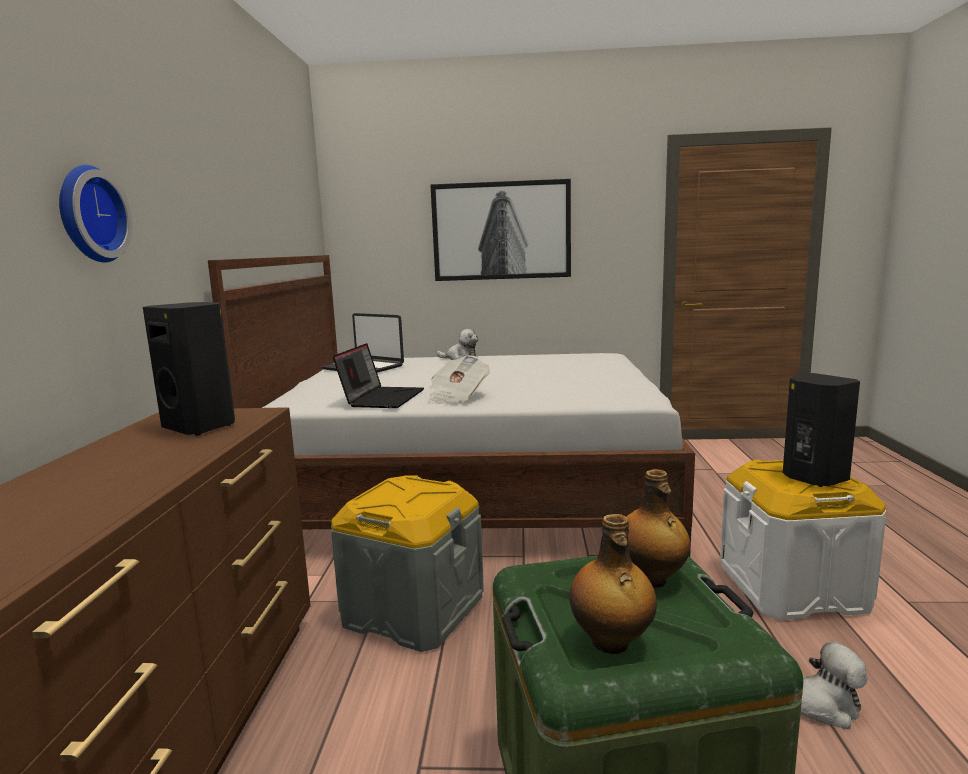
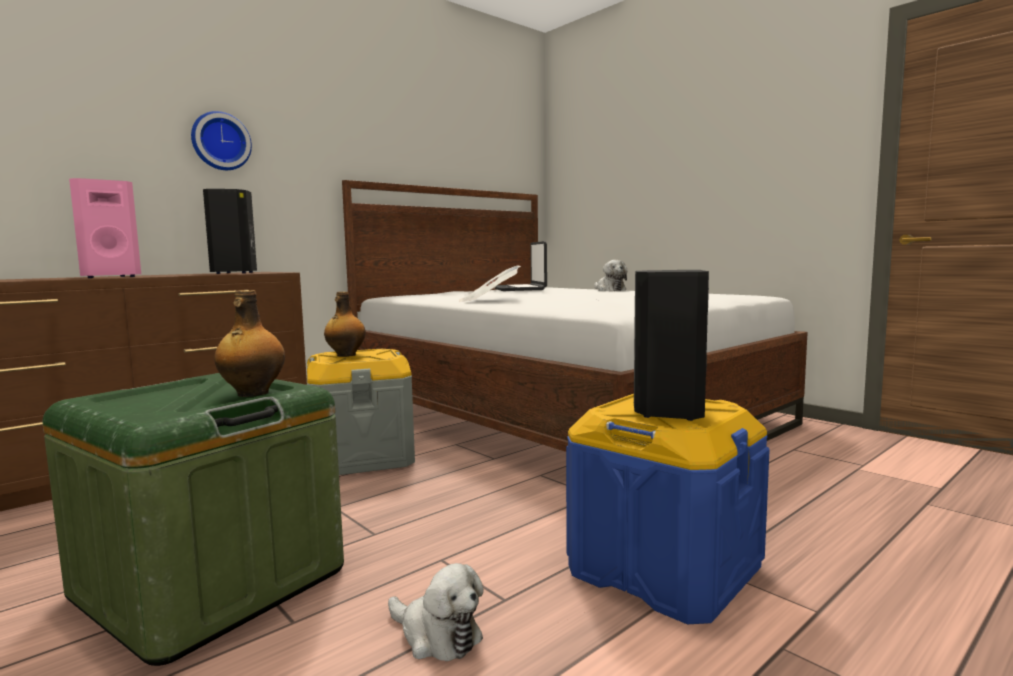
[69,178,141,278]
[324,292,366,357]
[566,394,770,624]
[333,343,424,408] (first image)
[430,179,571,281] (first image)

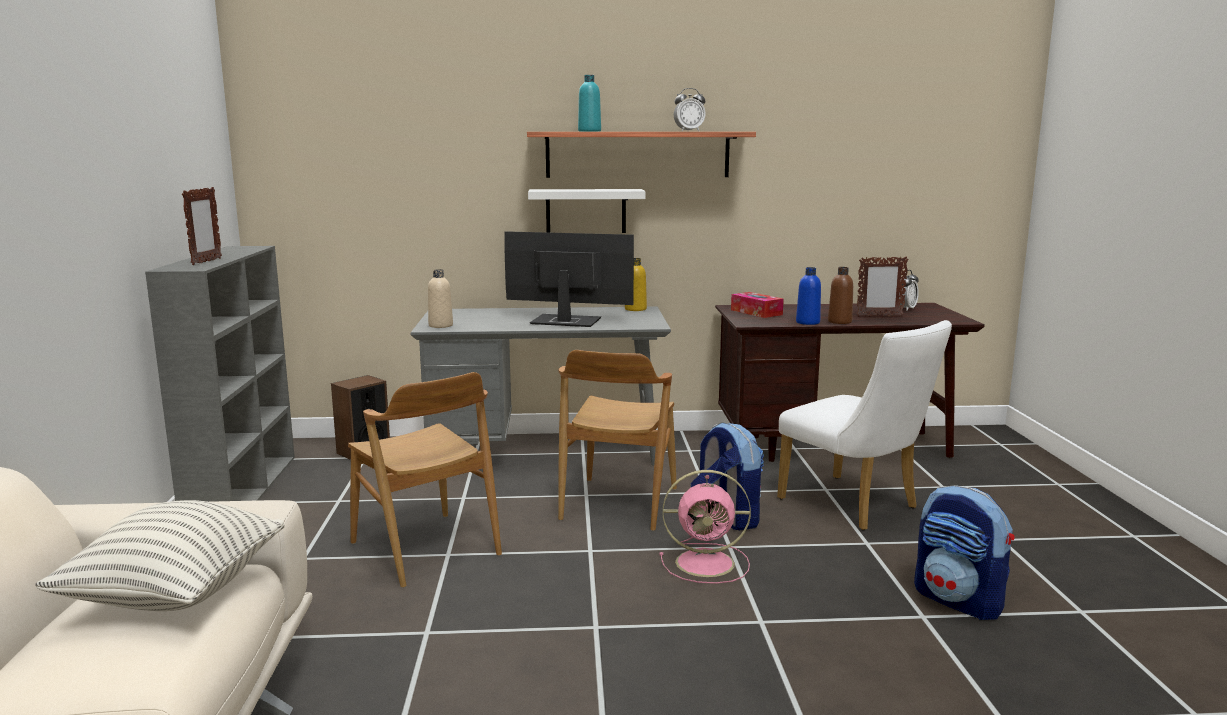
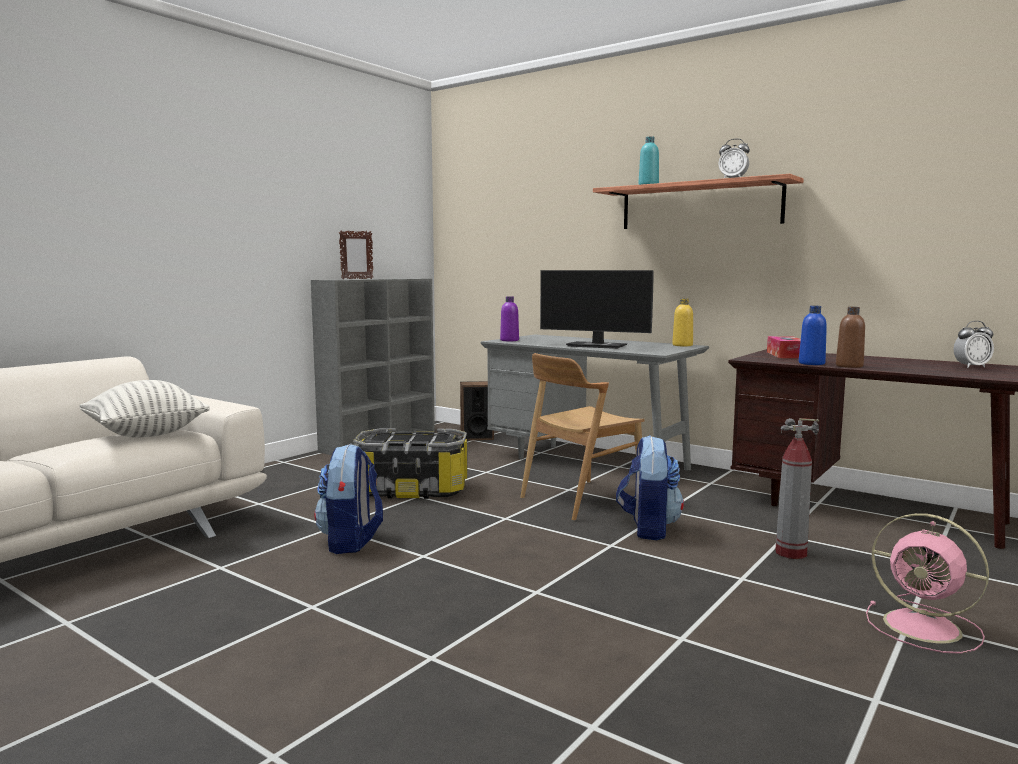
[314,444,383,554]
[353,428,467,499]
[500,296,519,341]
[540,270,654,349]
[775,418,819,559]
[866,513,989,654]
[528,189,646,233] (first image)
[857,257,909,316] (first image)

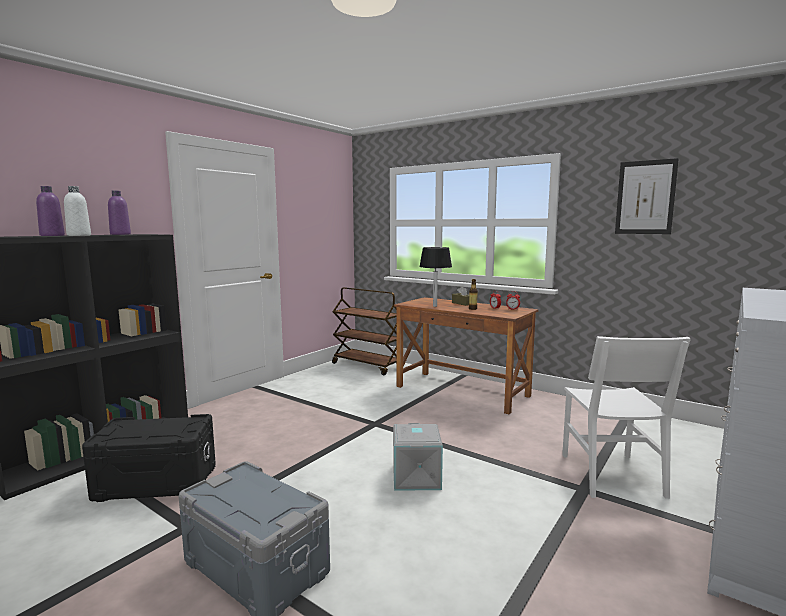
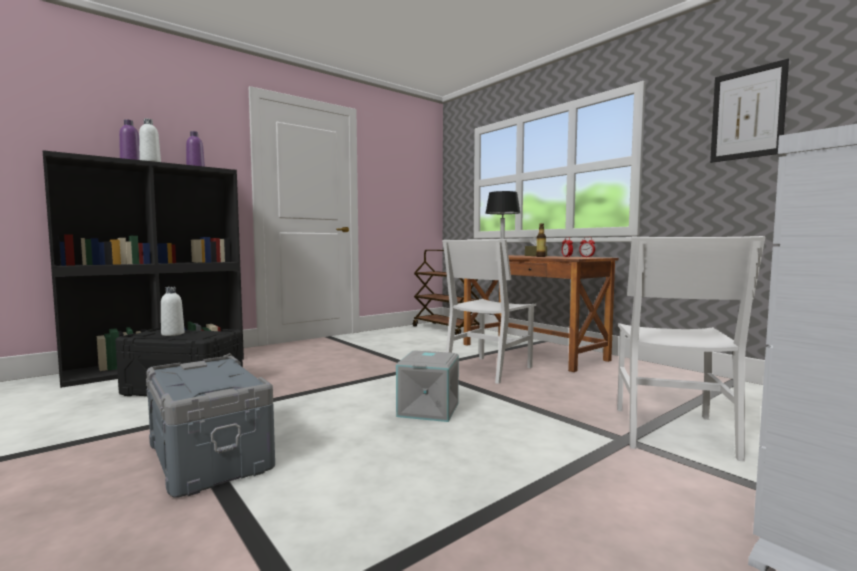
[161,287,185,336]
[442,239,536,384]

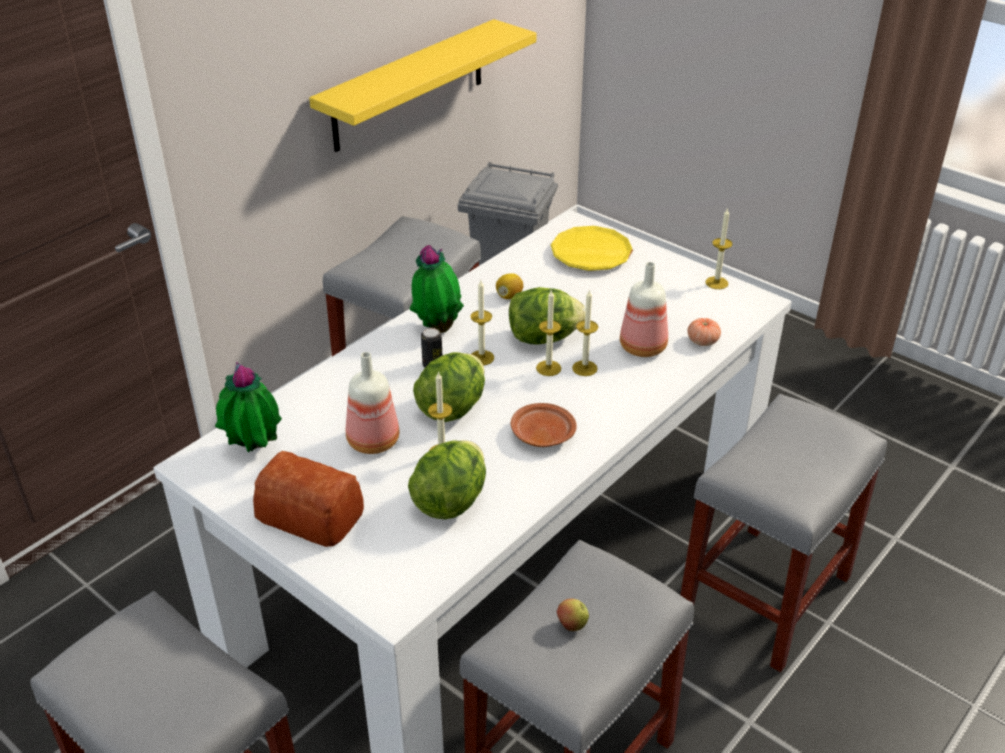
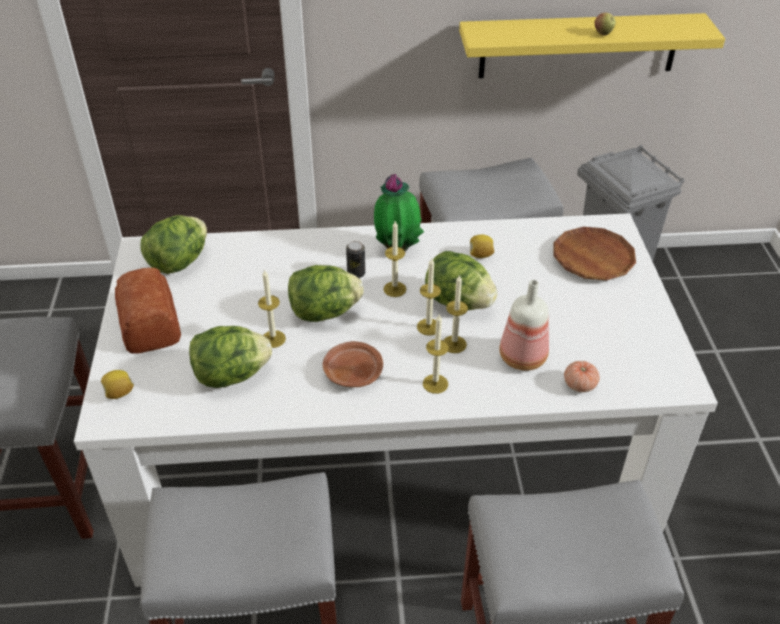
[101,370,134,399]
[140,215,207,274]
[423,315,449,394]
[554,227,636,281]
[595,13,616,35]
[346,352,400,454] (first image)

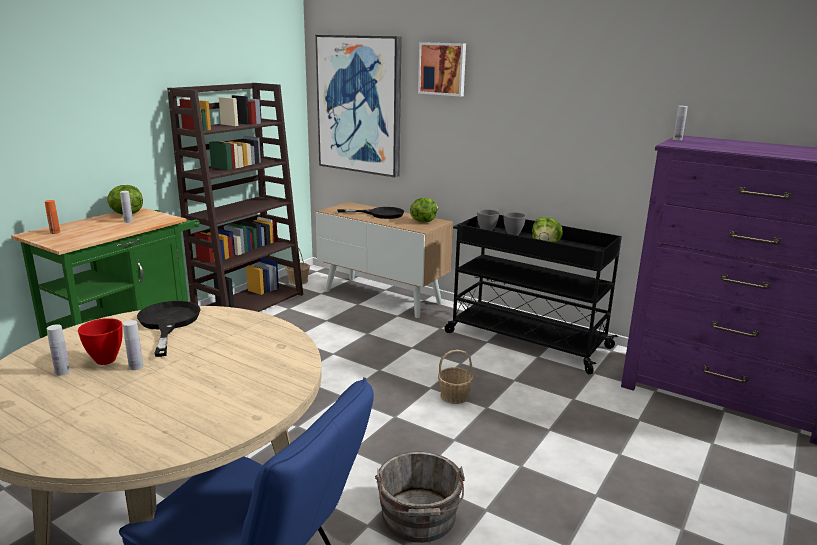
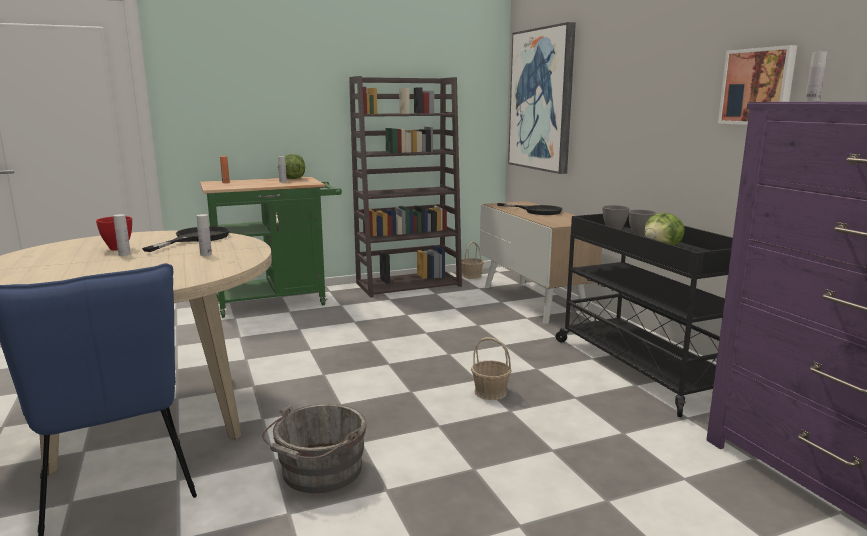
[197,214,212,256]
[718,45,797,125]
[410,198,438,223] (first image)

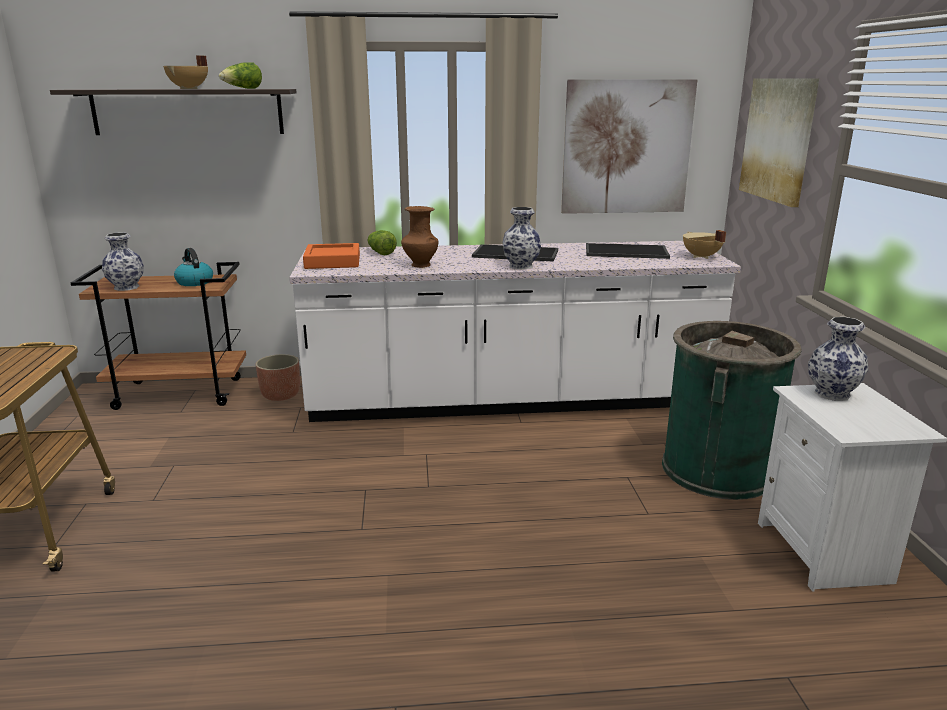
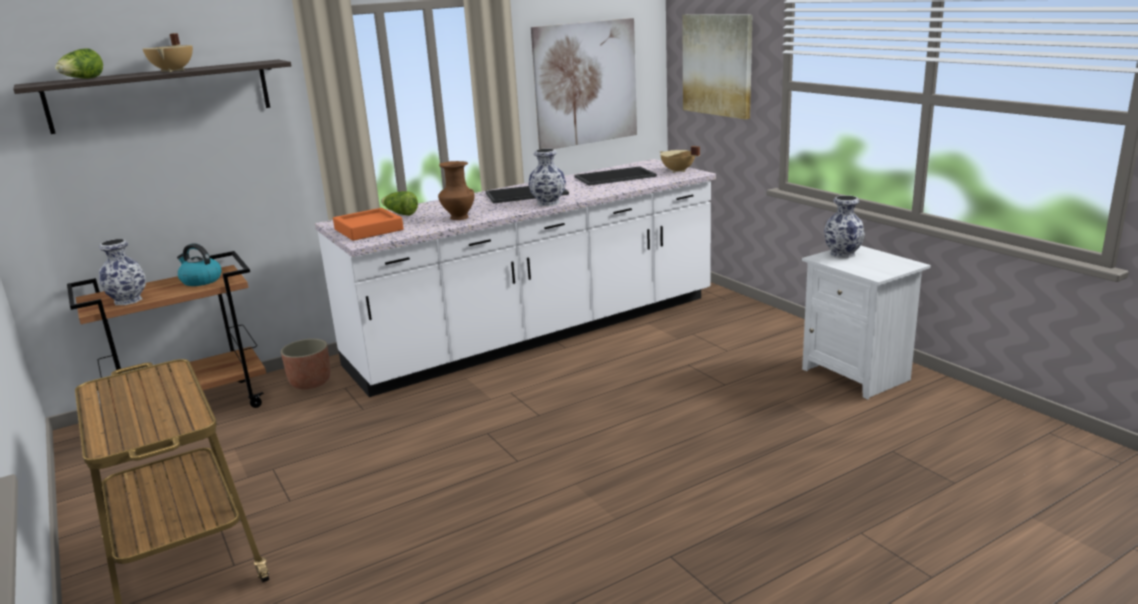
[55,49,103,79]
[662,321,802,500] (first image)

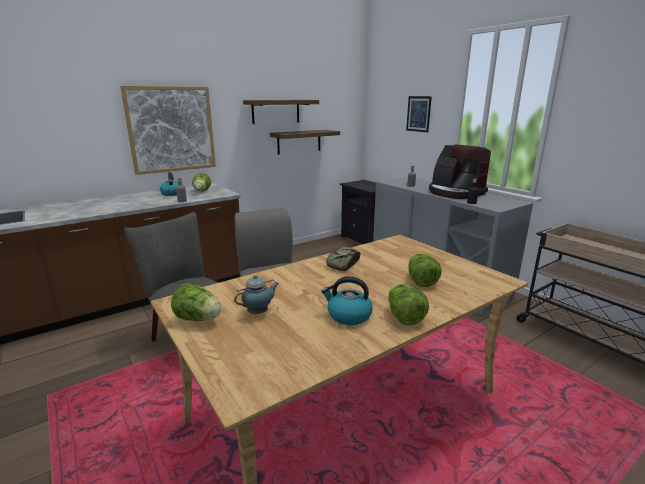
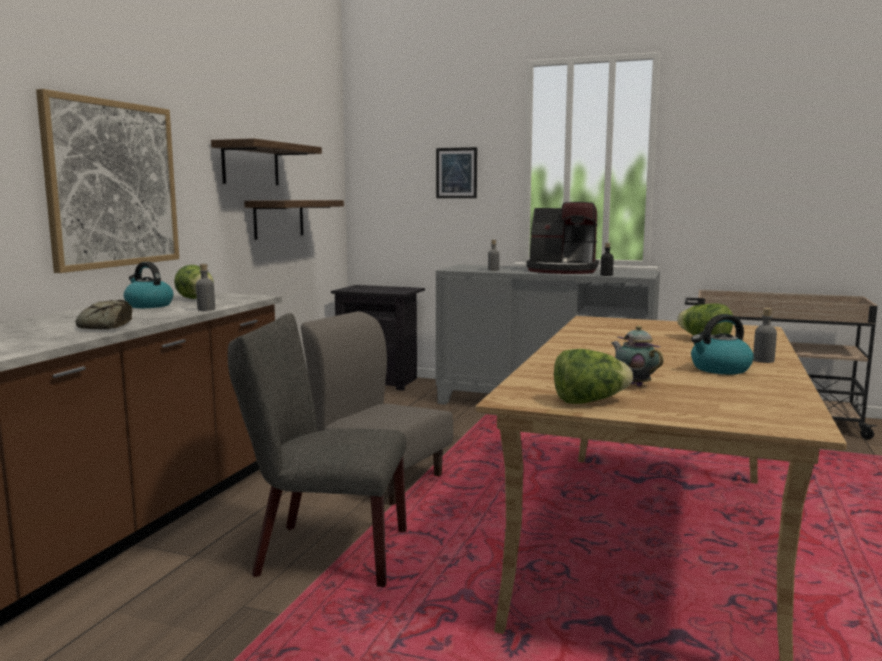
[76,300,132,329]
[611,326,663,387]
[753,308,777,363]

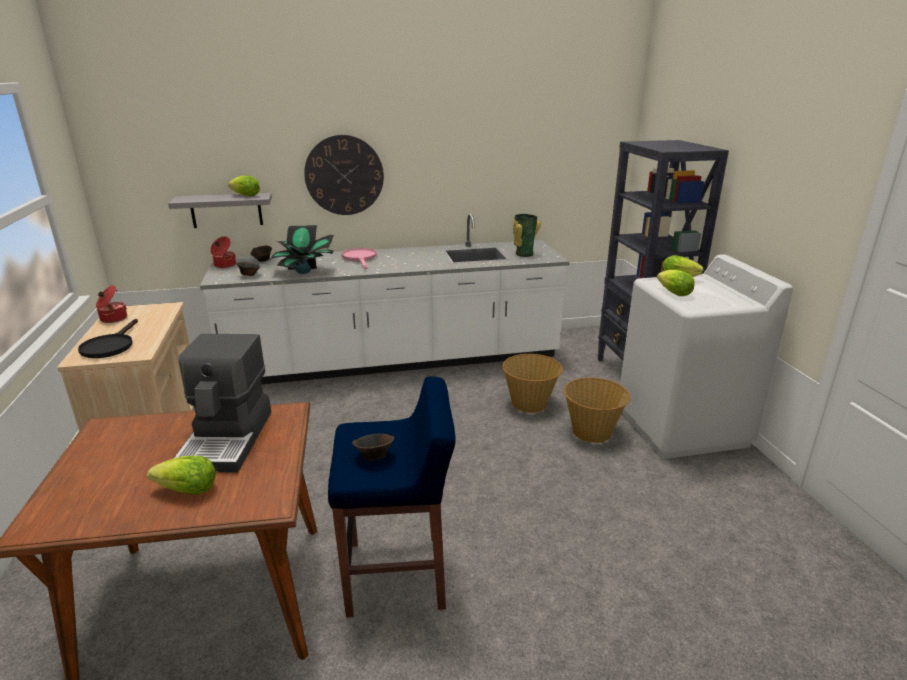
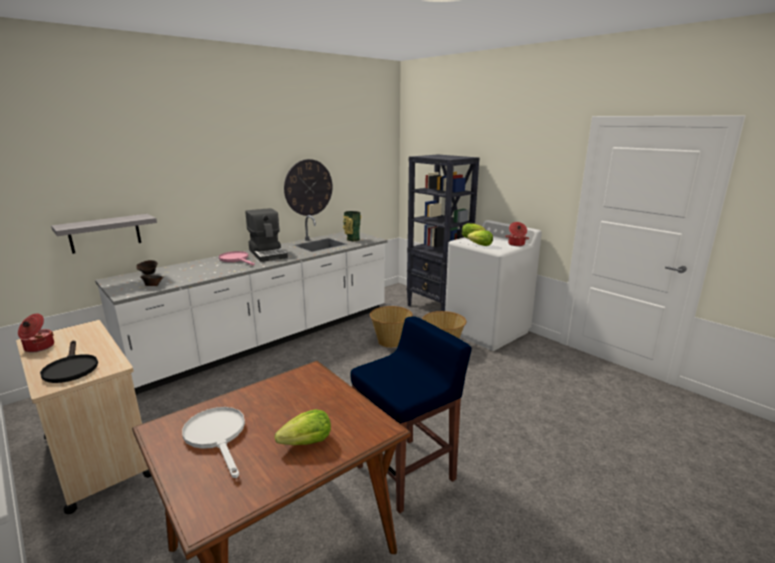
[182,407,245,478]
[245,208,288,262]
[284,159,333,216]
[505,222,529,246]
[228,175,260,196] (first image)
[270,225,334,274] (first image)
[352,434,394,461] (first image)

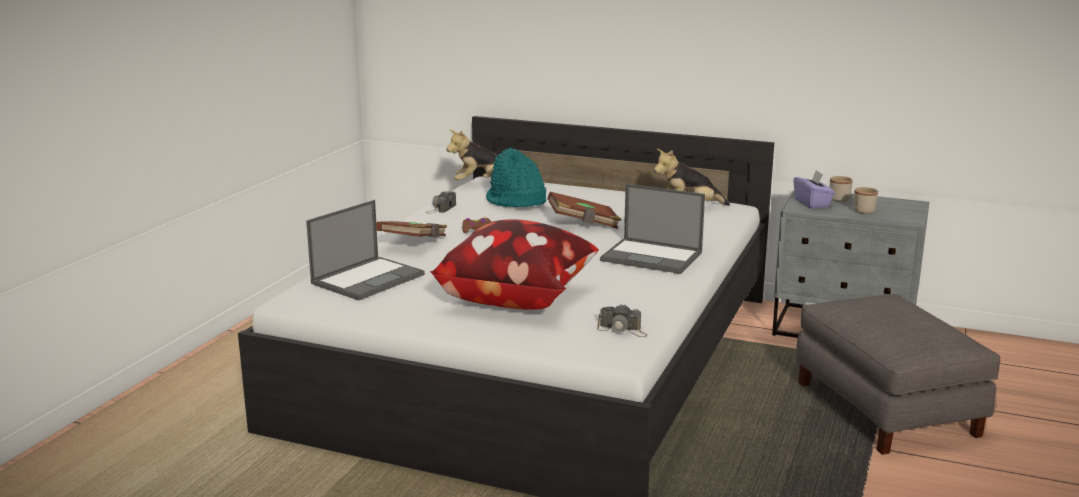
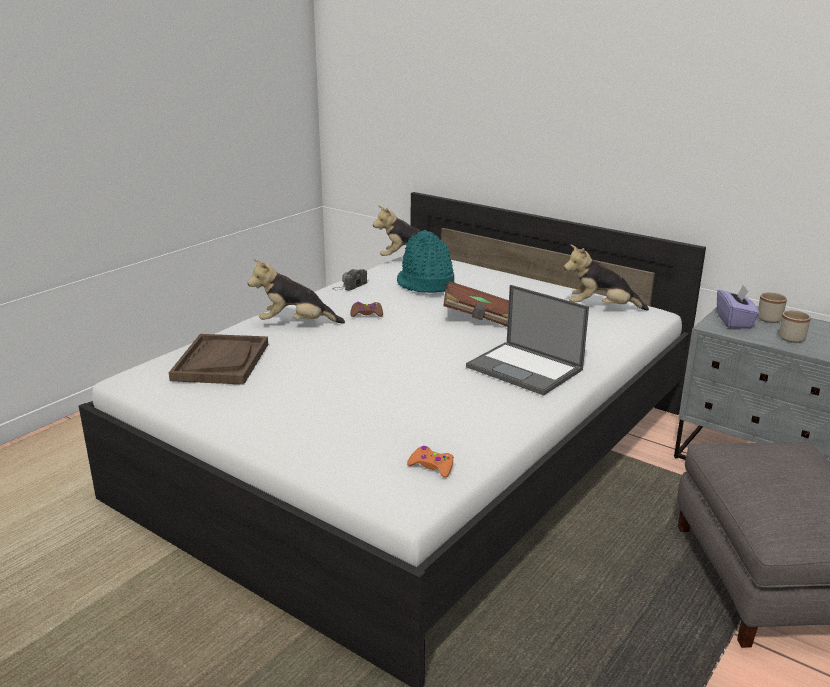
[169,334,268,385]
[248,259,345,324]
[407,446,454,478]
[430,220,599,310] (first image)

